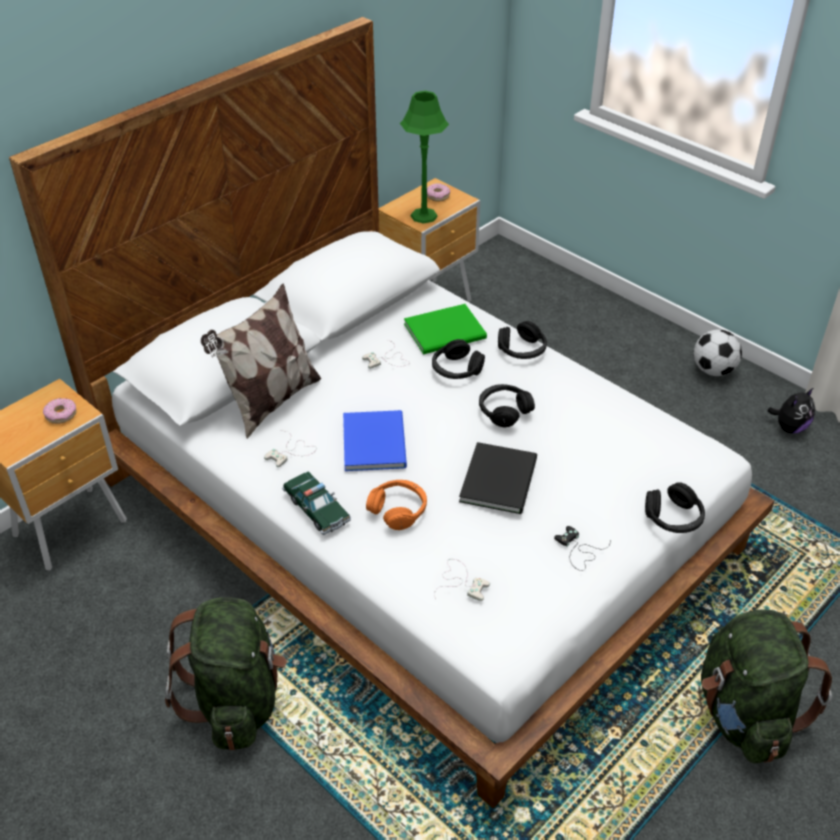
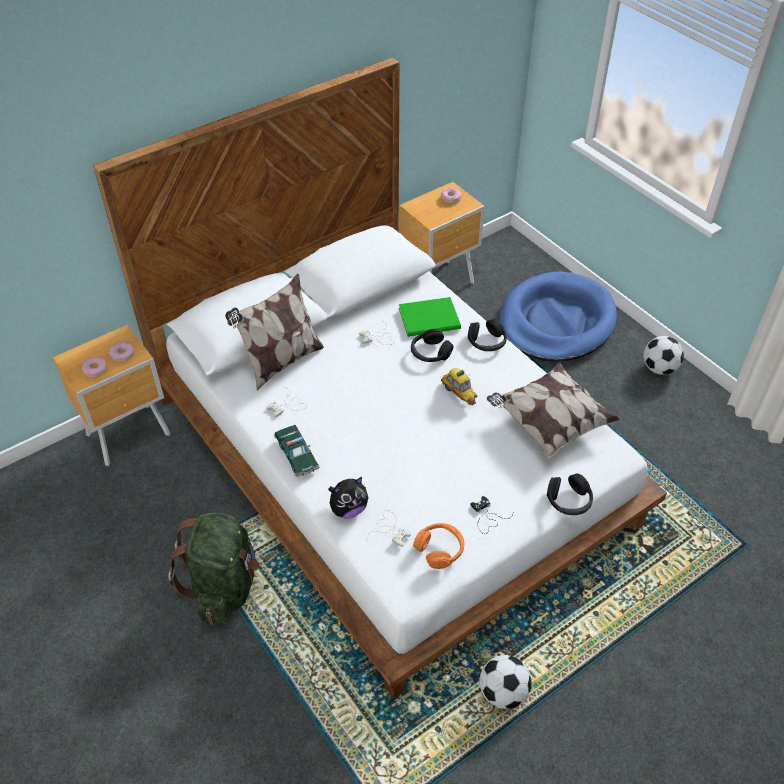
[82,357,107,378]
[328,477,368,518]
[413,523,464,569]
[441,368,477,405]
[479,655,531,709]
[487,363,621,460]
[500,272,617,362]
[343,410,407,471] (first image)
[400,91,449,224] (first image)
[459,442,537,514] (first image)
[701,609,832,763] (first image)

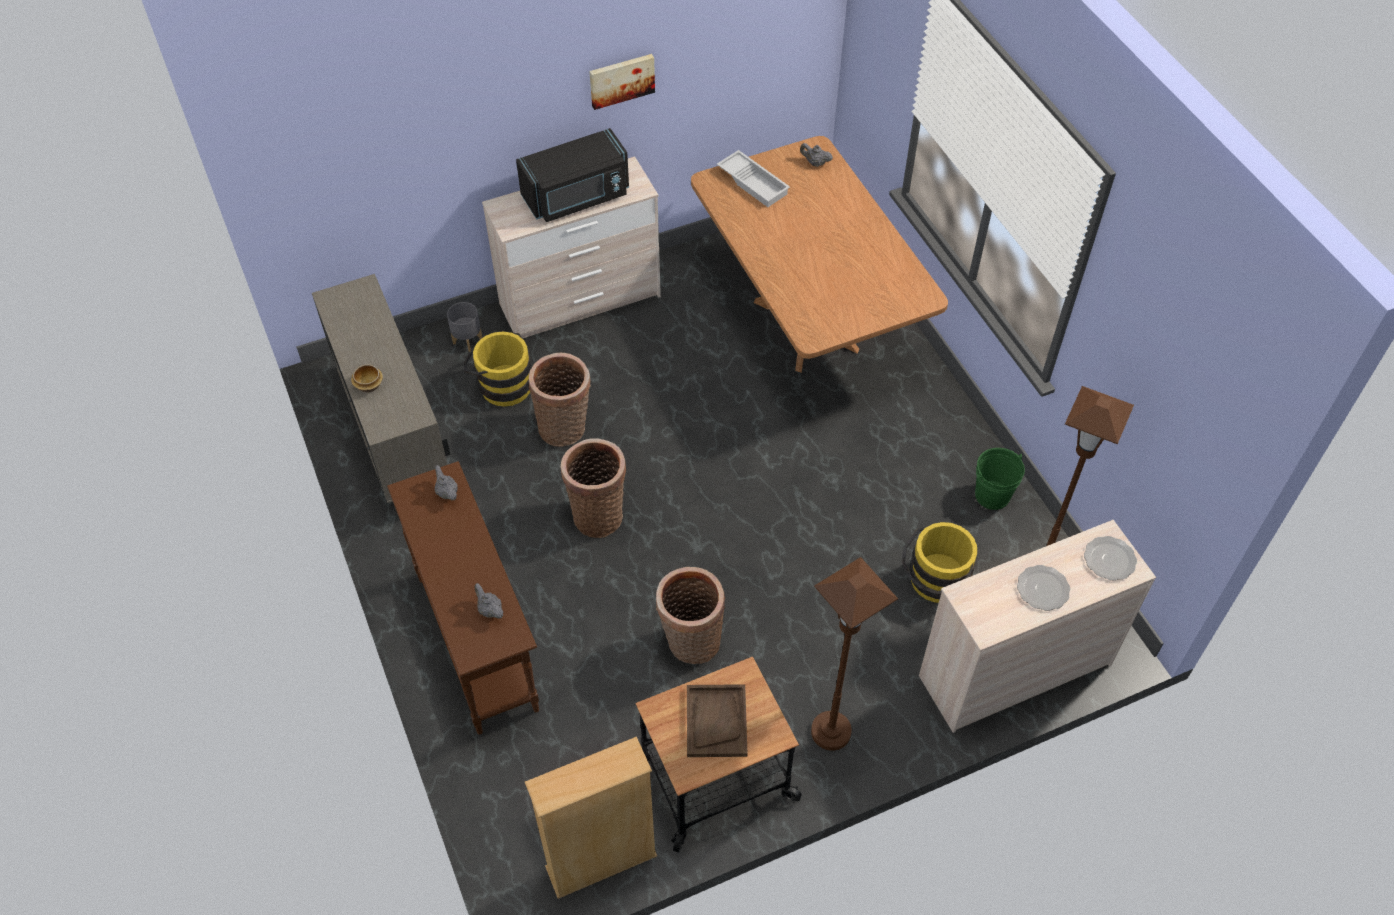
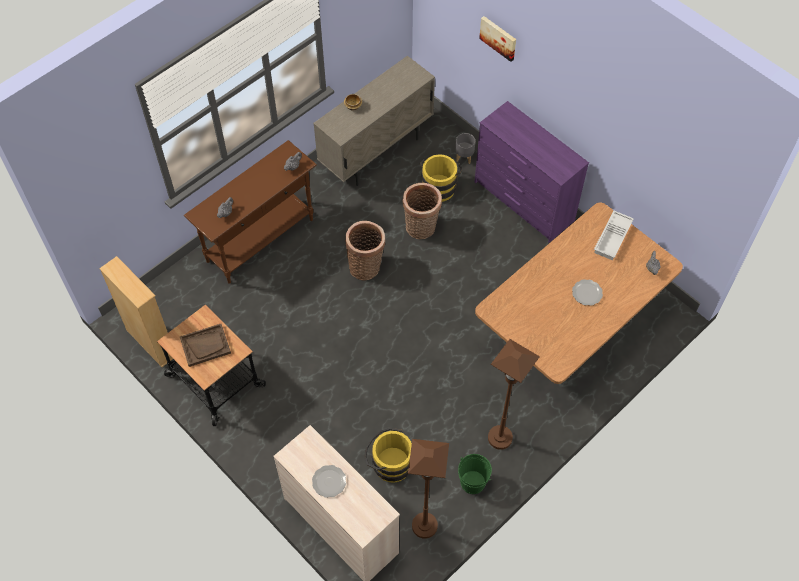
[474,101,589,243]
[479,16,516,62]
[488,339,540,450]
[572,279,603,306]
[516,128,629,222] (first image)
[656,567,725,664] (first image)

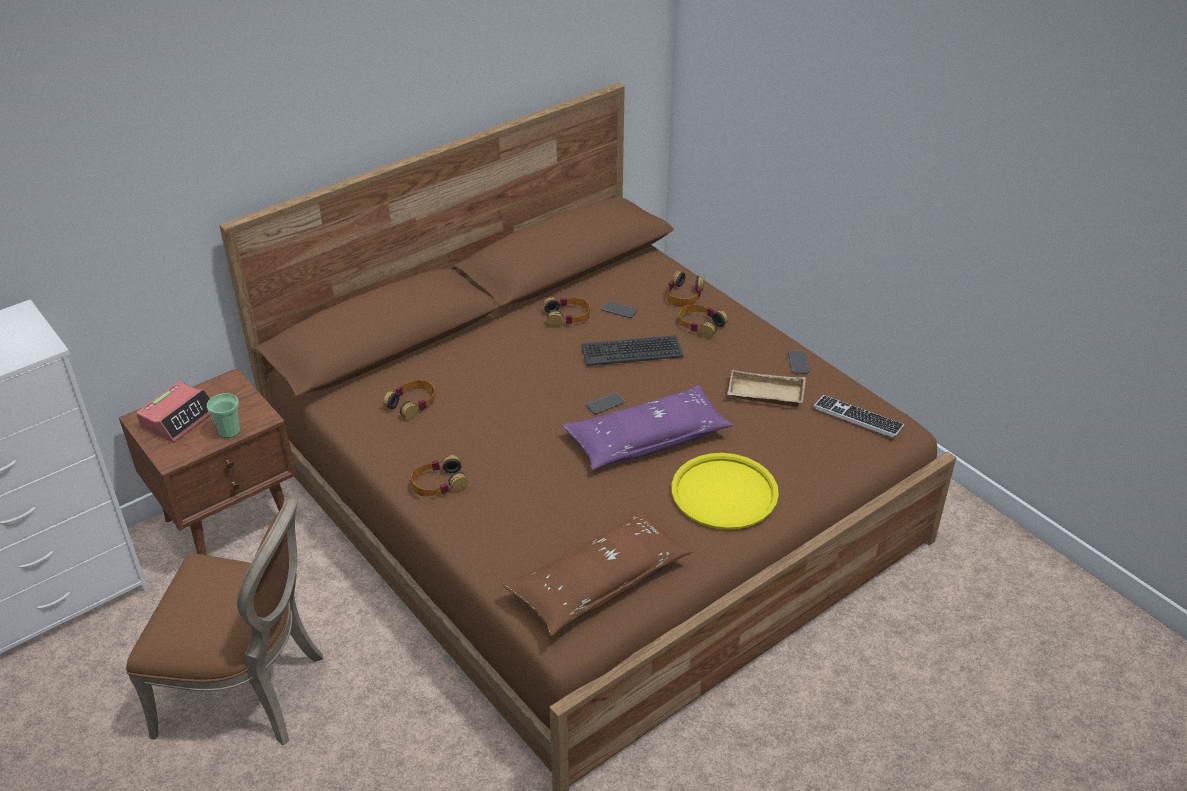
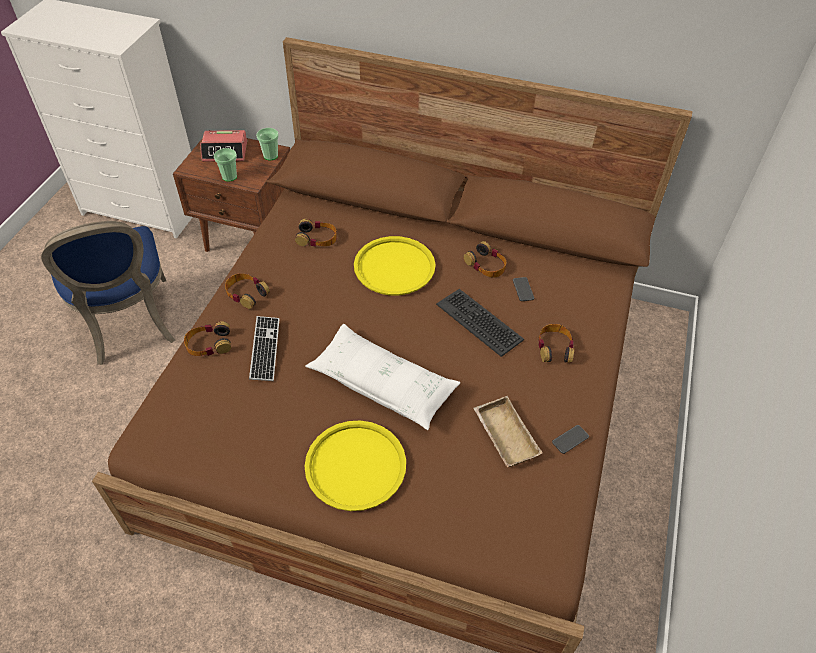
[41,221,175,365]
[184,321,231,356]
[249,316,280,381]
[256,128,279,160]
[305,324,460,430]
[354,236,436,296]
[502,508,692,636] (first image)
[587,392,625,414] (first image)

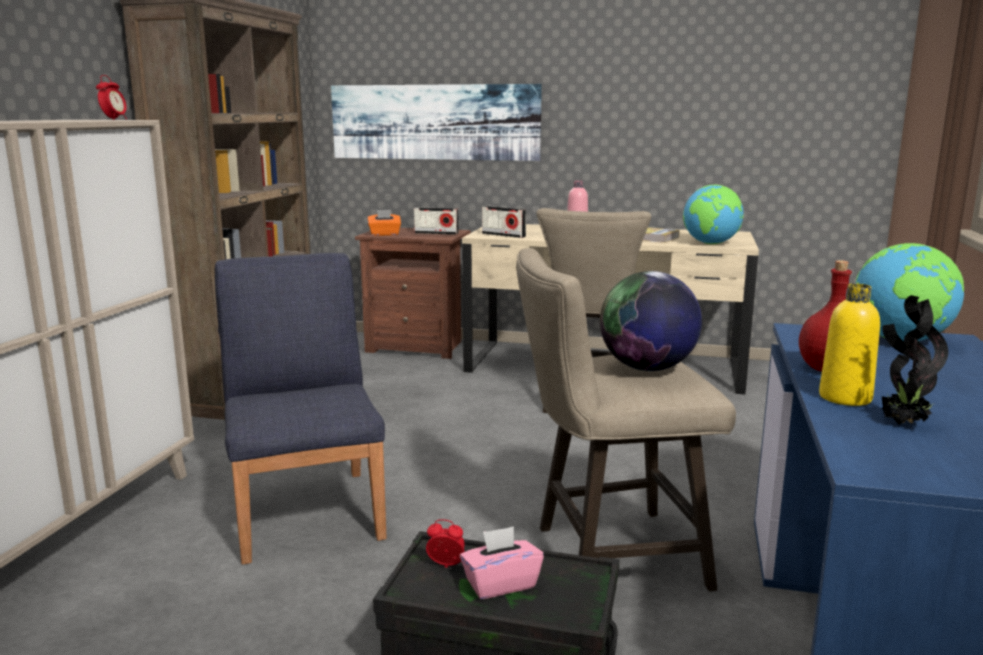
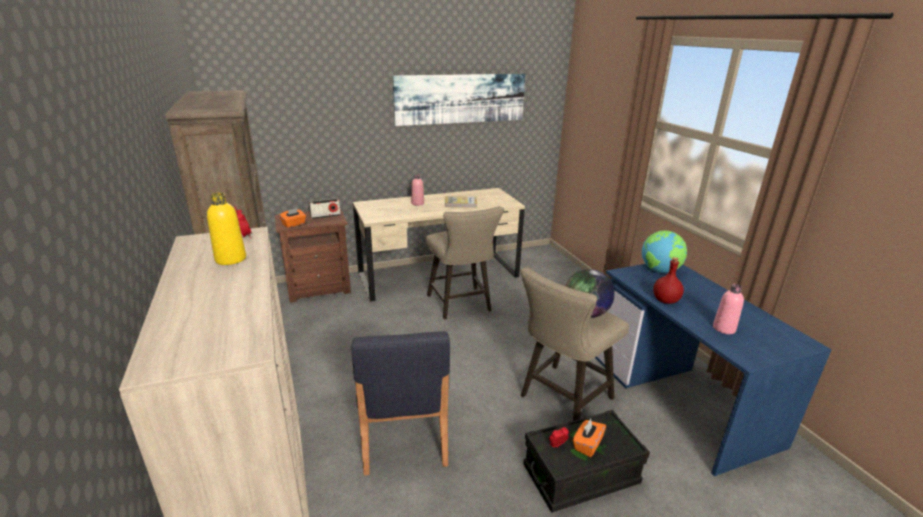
[207,193,246,265]
[351,331,450,475]
[393,74,525,126]
[573,419,606,457]
[713,284,744,334]
[482,206,526,238] (first image)
[683,185,744,244] (first image)

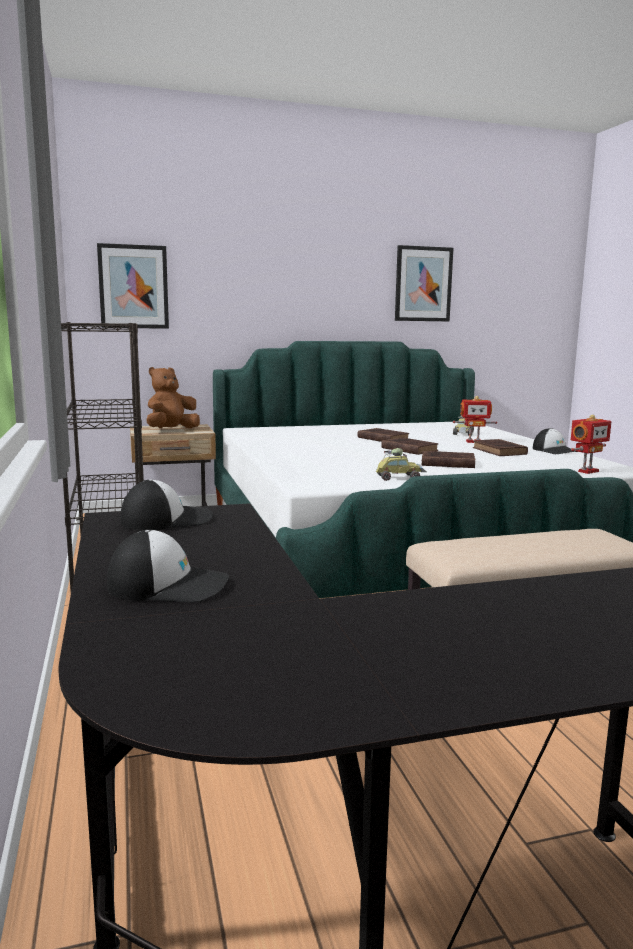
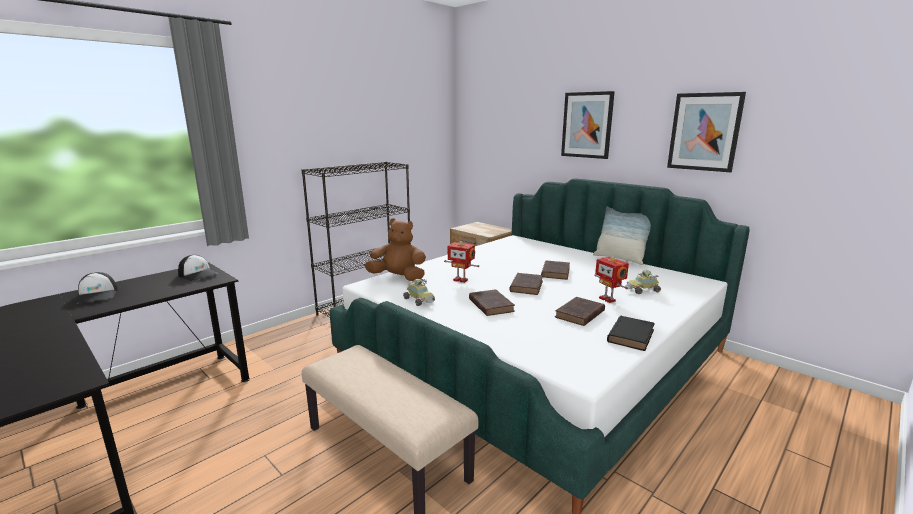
[365,218,426,281]
[444,241,479,283]
[561,91,615,159]
[593,206,651,265]
[607,316,655,351]

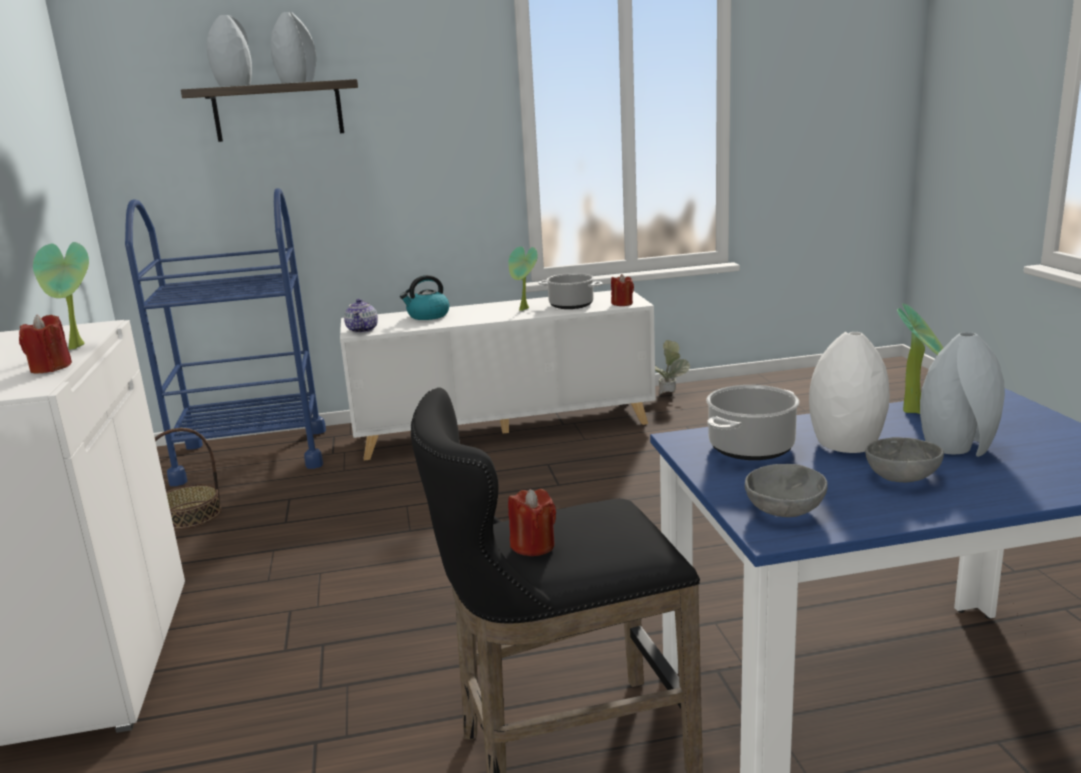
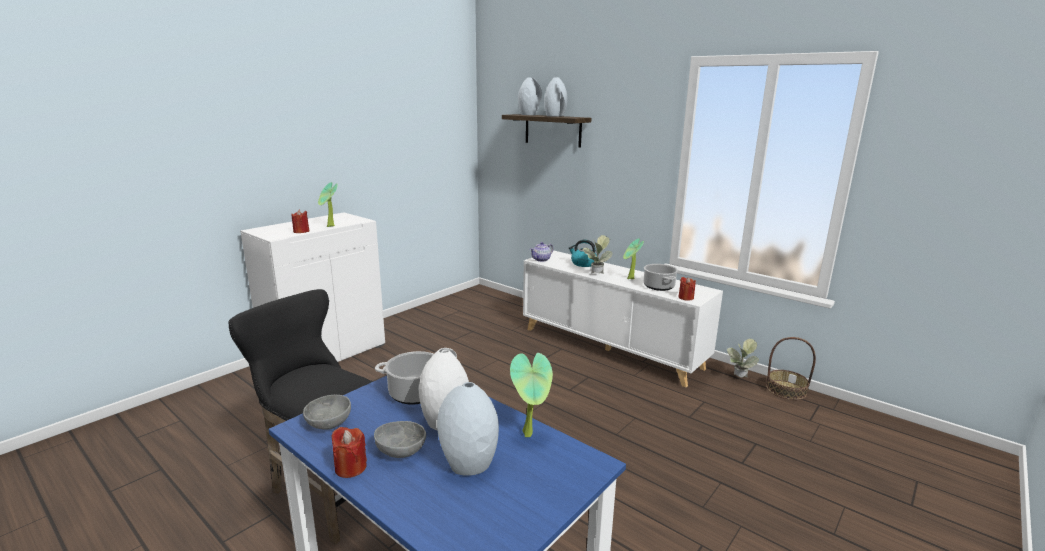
[331,427,367,478]
[583,235,613,274]
[766,337,816,400]
[125,188,326,486] (first image)

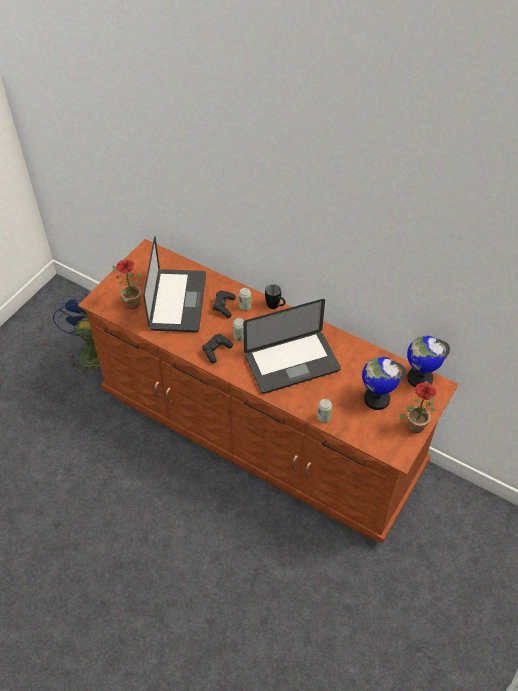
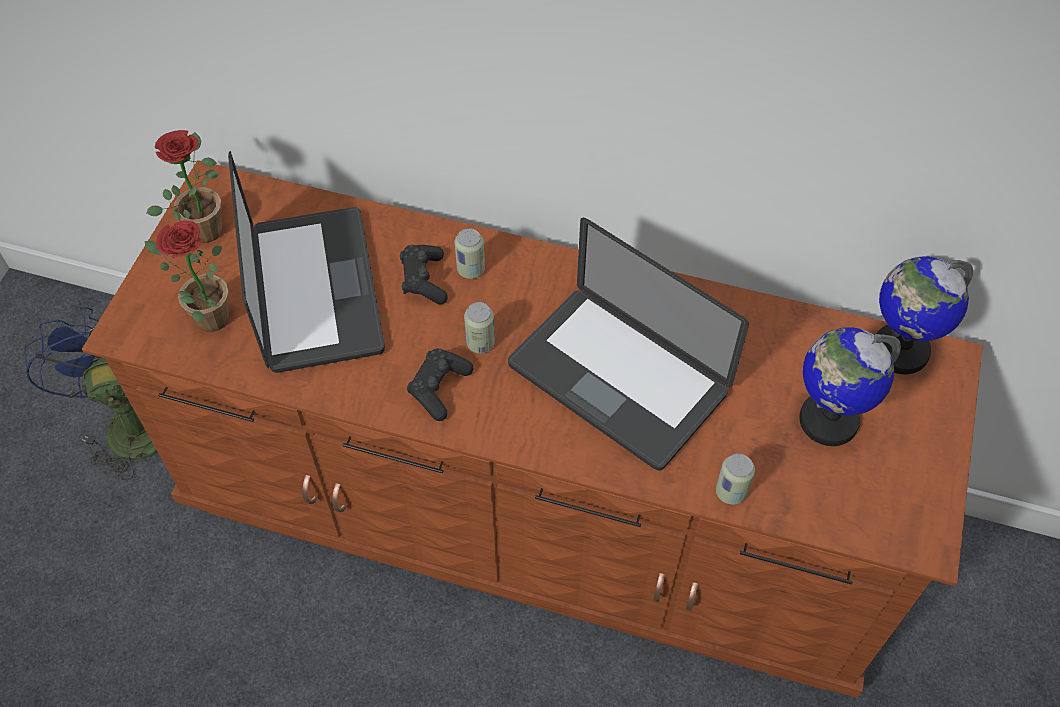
[147,130,222,243]
[508,218,749,471]
[265,284,286,309] (first image)

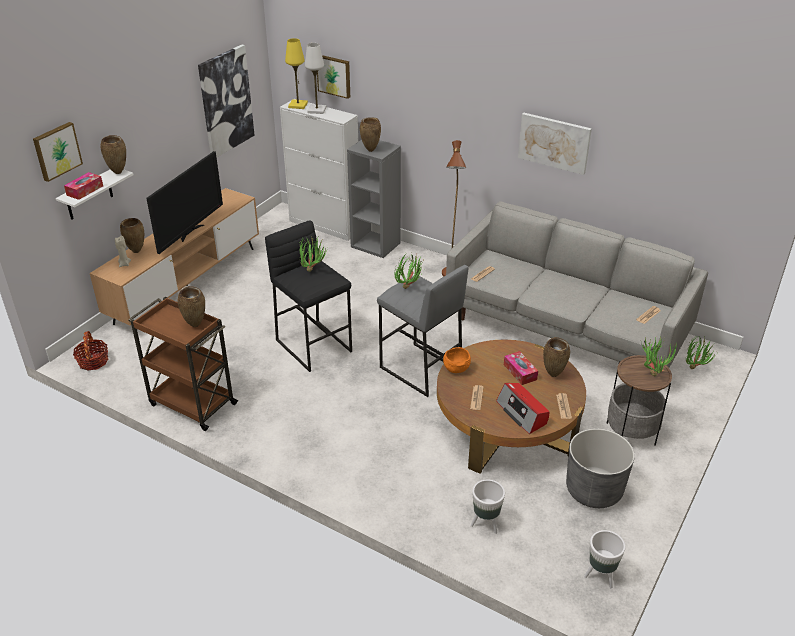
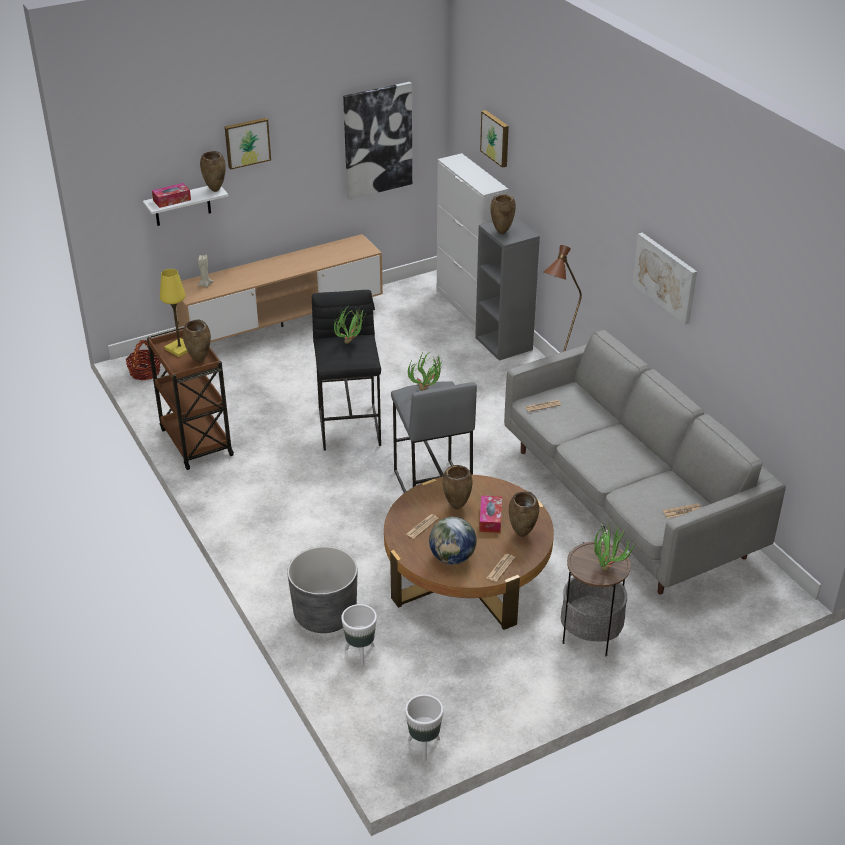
[160,269,188,357]
[225,118,271,170]
[287,546,357,633]
[429,517,476,565]
[443,465,472,510]
[146,151,223,254] (first image)
[305,43,327,114] (first image)
[443,347,471,373] (first image)
[686,337,717,369] (first image)

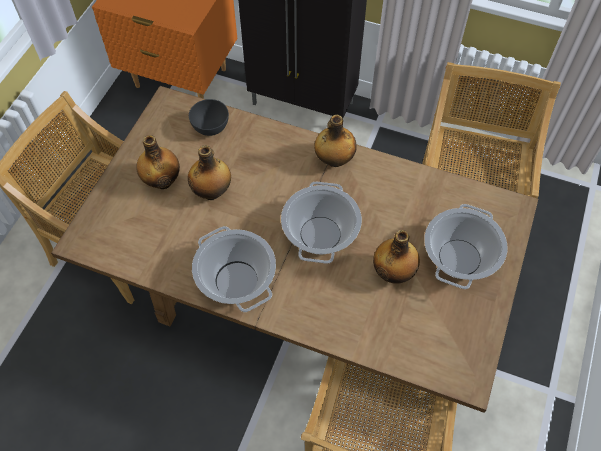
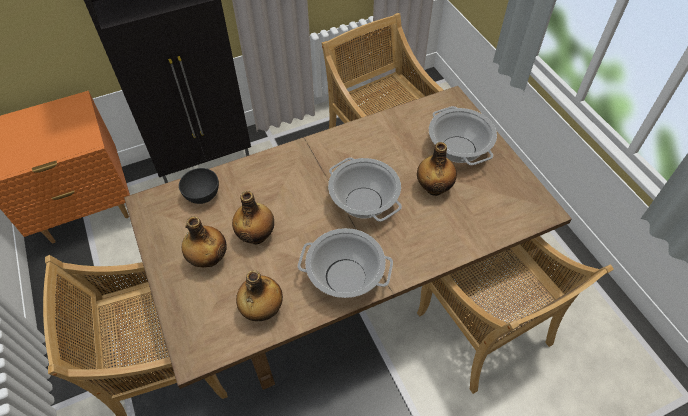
[236,270,283,321]

